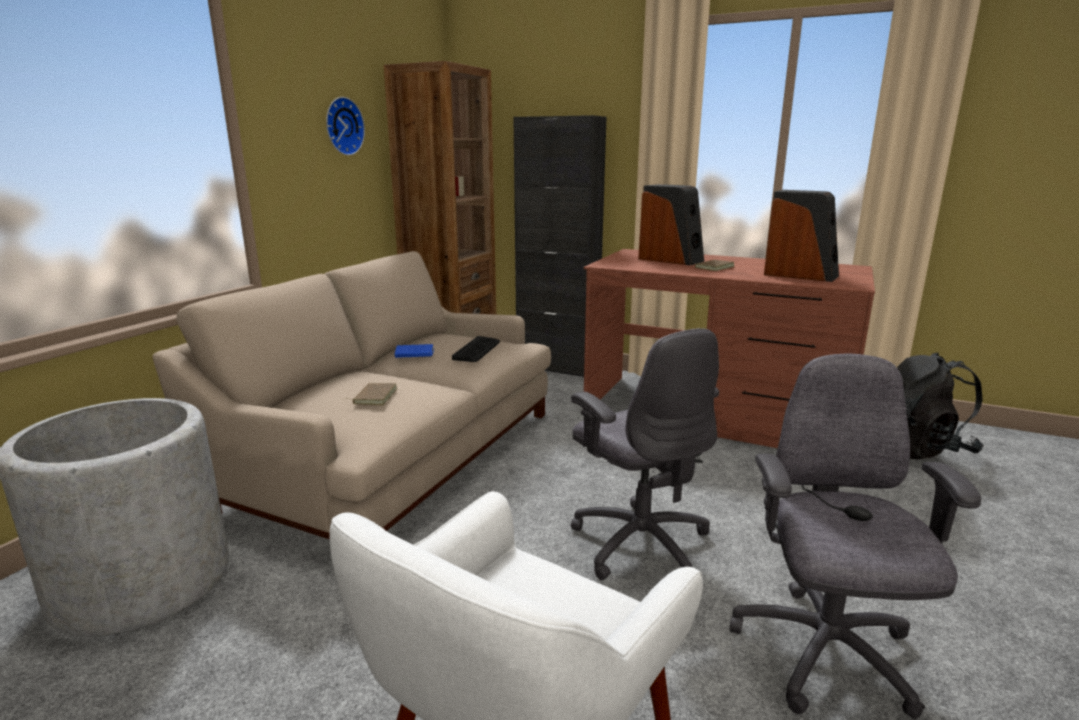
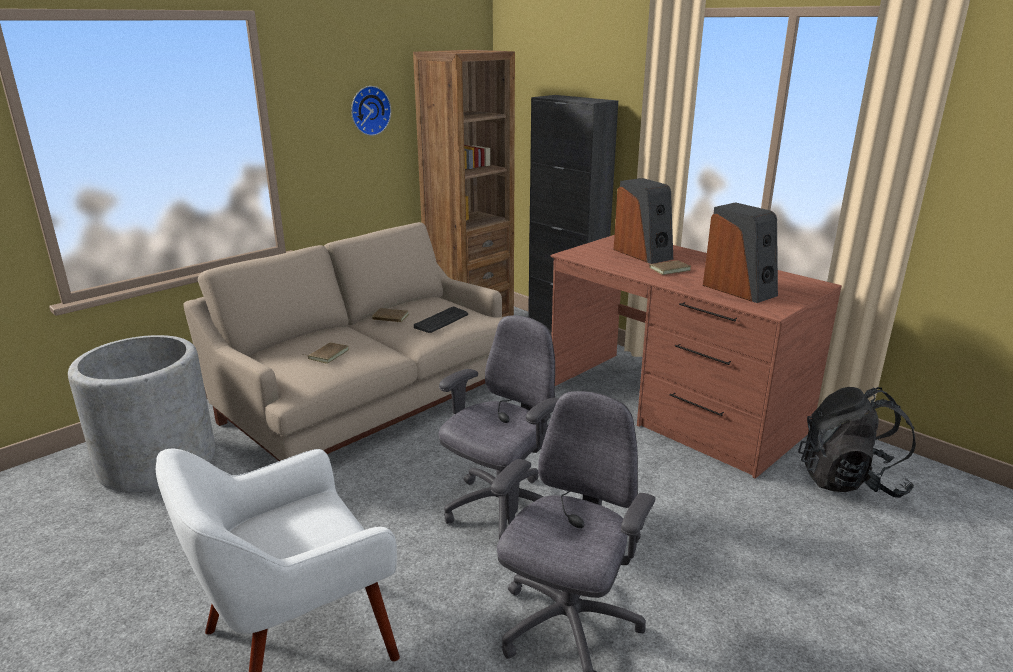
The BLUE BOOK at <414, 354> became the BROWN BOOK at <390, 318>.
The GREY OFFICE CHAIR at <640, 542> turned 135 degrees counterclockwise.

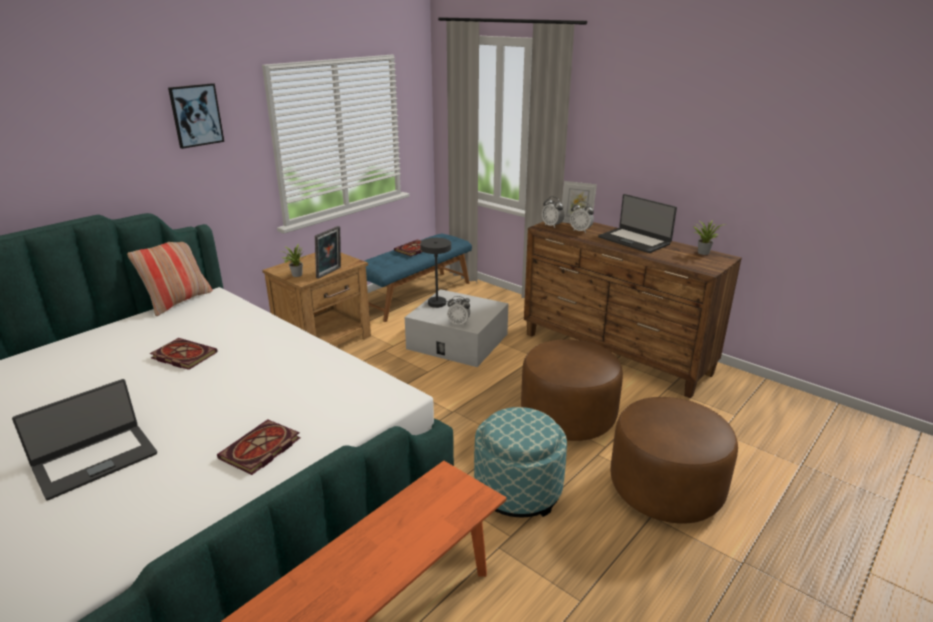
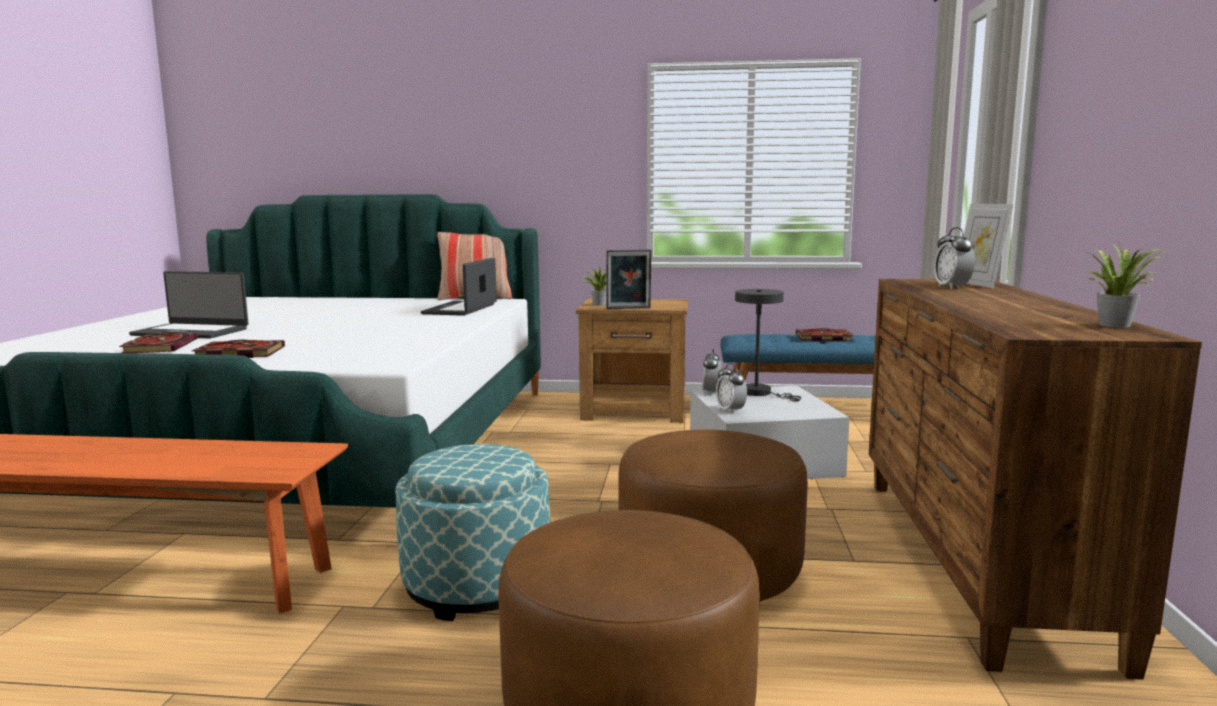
The BOOK moved from <182, 356> to <159, 346>.
The LAPTOP moved from <634, 240> to <461, 309>.
The ALARM CLOCK moved from <552, 226> to <711, 392>.
The PICTURE at <196, 115> disappeared.

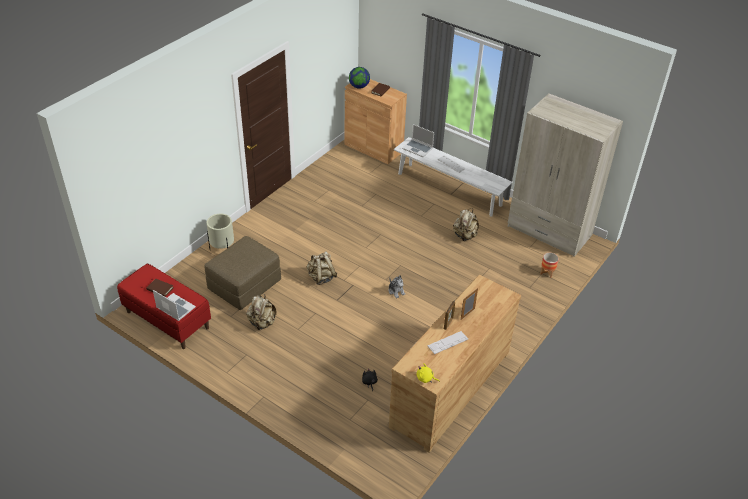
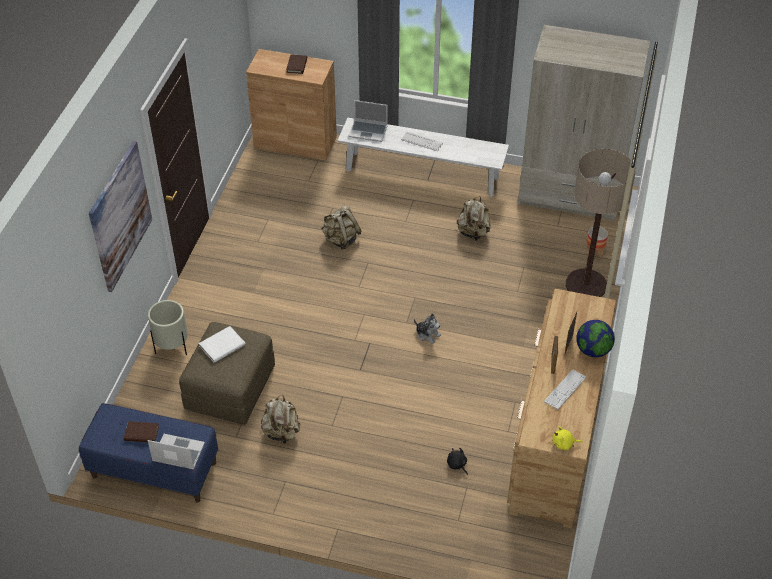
The RED BENCH at <167, 320> became the BLUE BENCH at <154, 470>.
The PICTURE at <120, 216> appeared.
The WHITE BOOK at <221, 345> appeared.
The BEIGE BACKPACK moved from <321, 277> to <341, 240>.
The FLOOR LAMP at <585, 285> appeared.
The GLOBE moved from <359, 86> to <593, 350>.

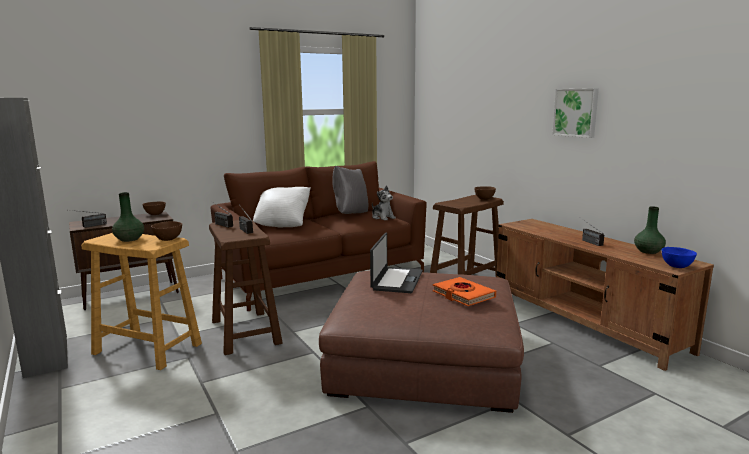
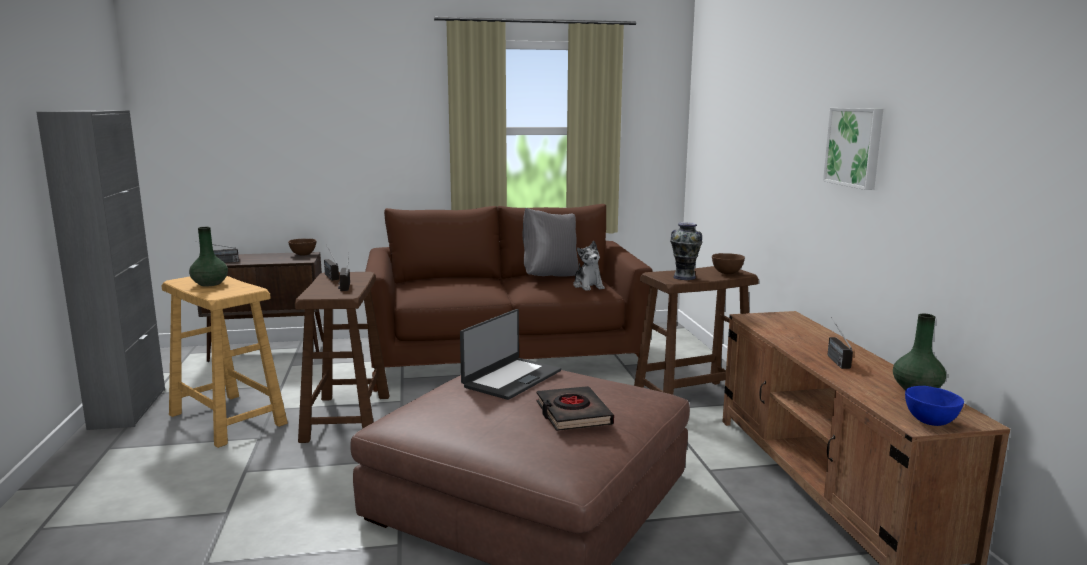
The ORANGE BOOK at <463, 295> became the BLACK BOOK at <573, 414>.
The VASE at <684, 277> appeared.
The BROWN BOWL at <168, 239> disappeared.
The WHITE PILLOW at <283, 224> disappeared.

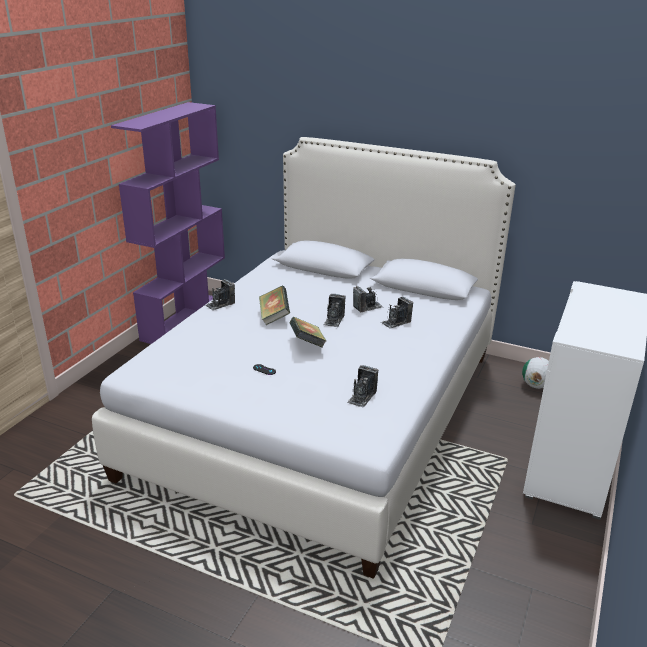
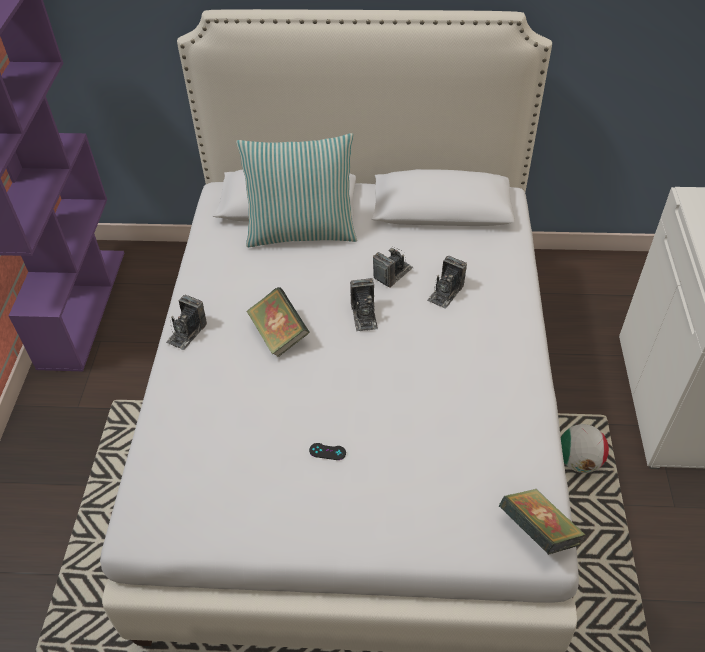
The PILLOW at <301, 231> appeared.
The BOOK moved from <307, 344> to <538, 531>.
The FOOTBALL moved from <536, 386> to <578, 461>.
The PHOTO CAMERA at <362, 397> disappeared.

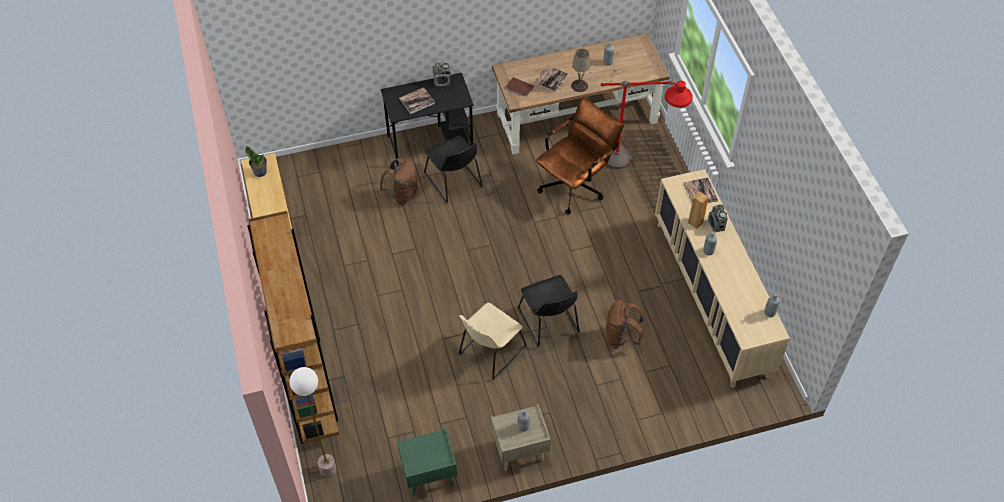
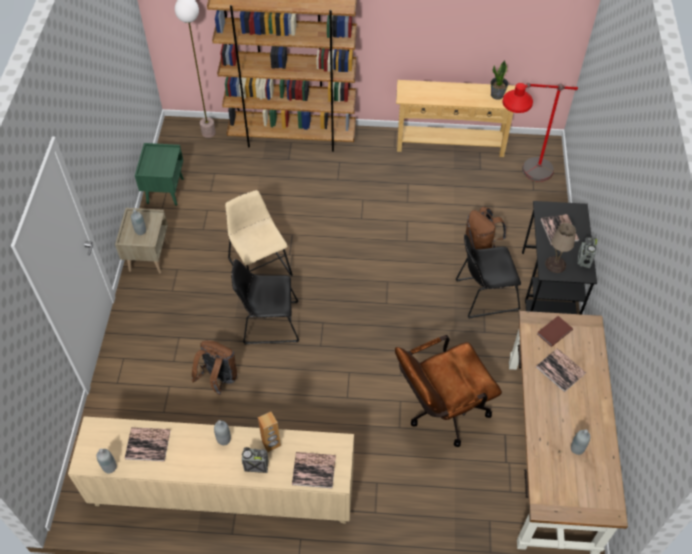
The BOOK at <148, 444> appeared.
The BROWN OFFICE CHAIR at <576, 185> turned 90 degrees clockwise.
The RED FLOOR LAMP moved from <635, 166> to <521, 180>.
The BEIGE TABLE LAMP moved from <580, 85> to <555, 265>.

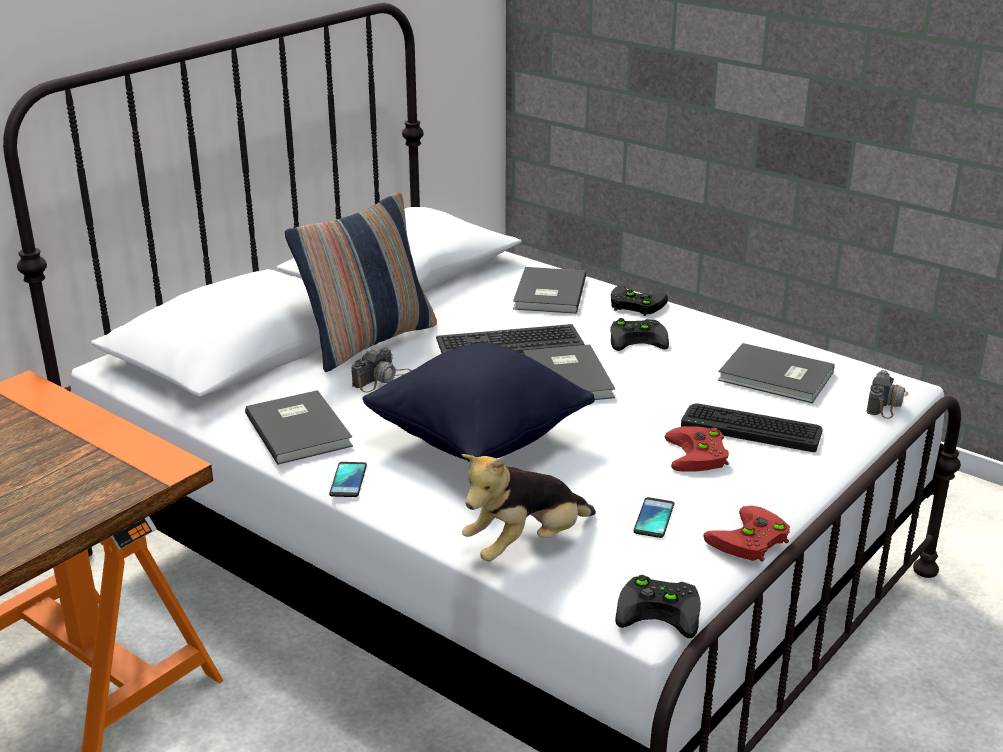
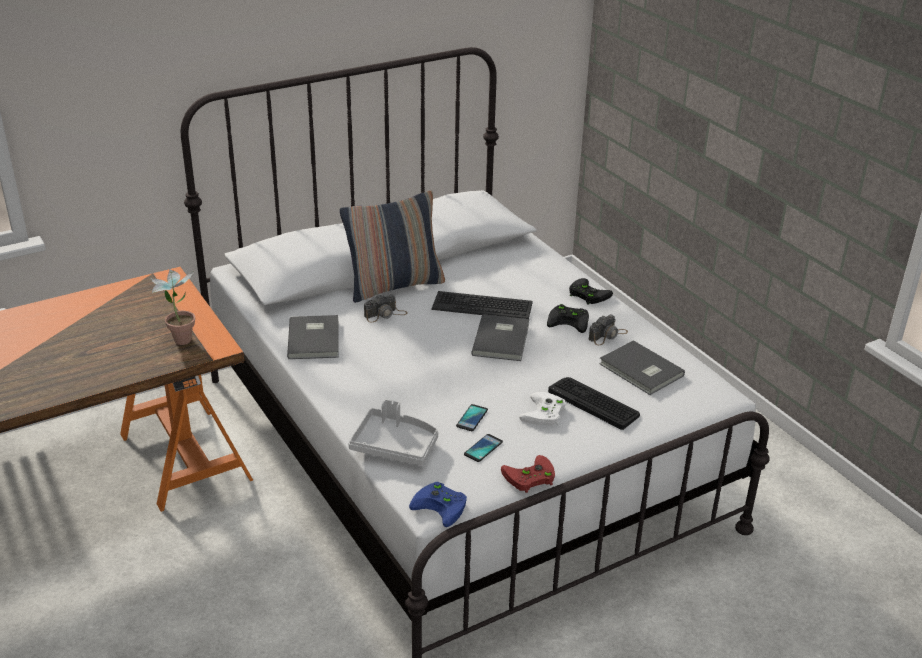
The POTTED PLANT at <180, 337> appeared.
The PLUSH TOY at <526, 545> was replaced by the GREY TRAY at <395, 445>.
The BLACK GAME CONTROLLER at <662, 610> became the BLUE GAME CONTROLLER at <442, 506>.
The PHONE moved from <348, 480> to <472, 418>.
The RED GAME CONTROLLER at <699, 455> became the WHITE GAME CONTROLLER at <544, 414>.
The PHOTO CAMERA moved from <887, 402> to <607, 335>.
The BLACK PILLOW at <479, 440> disappeared.
The GREY BOOK at <547, 294> disappeared.

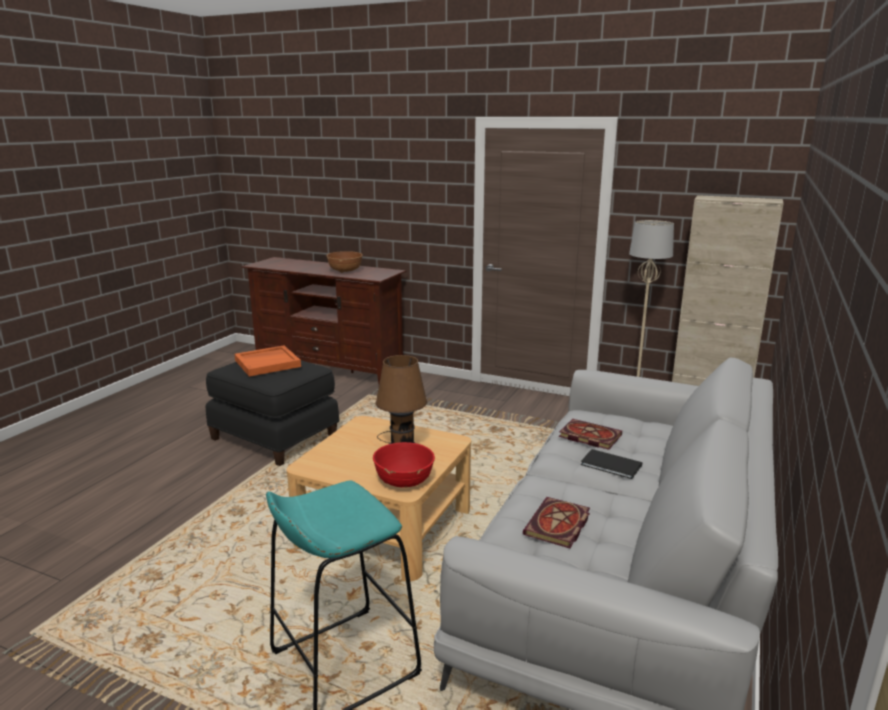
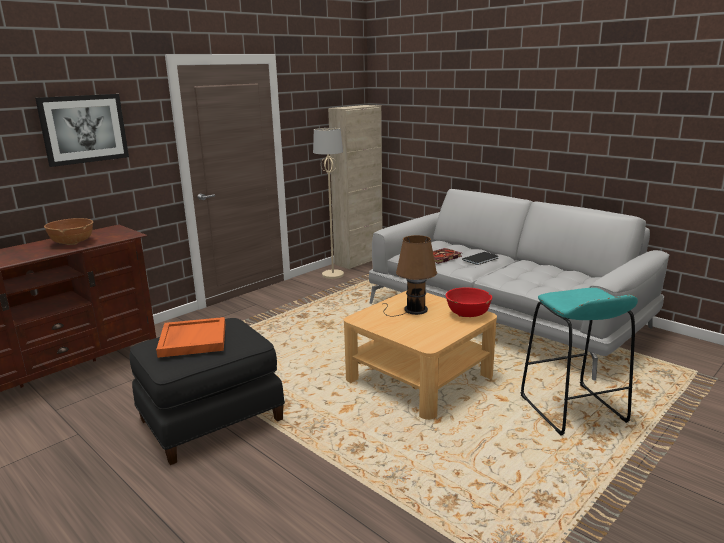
The PICTURE at <84, 129> appeared.
The BOOK at <558, 526> disappeared.

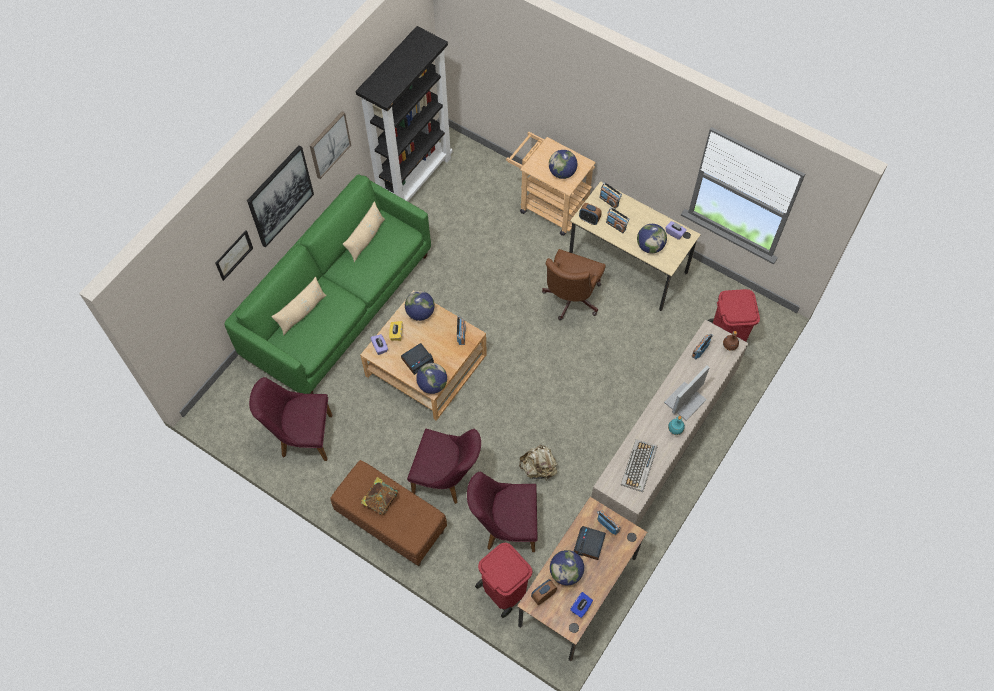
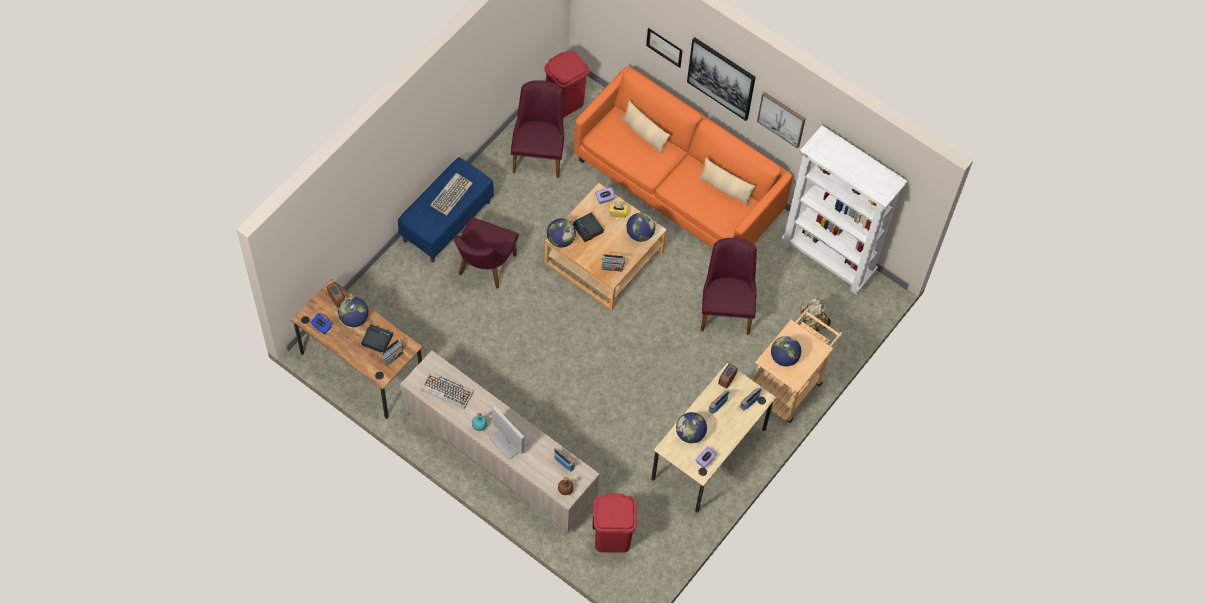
The BROWN BENCH at <390, 522> became the BLUE BENCH at <447, 221>.
The BOOK at <381, 500> was replaced by the KEYBOARD at <451, 194>.
The RED TRASH CAN moved from <503, 590> to <565, 102>.
The GREEN SOFA at <339, 304> became the ORANGE SOFA at <678, 186>.
The PURPLE CHAIR moved from <504, 526> to <726, 308>.
The BLACK BOOKCASE at <415, 179> became the WHITE BOOKCASE at <828, 259>.
The BEIGE BACKPACK moved from <538, 469> to <811, 323>.
The BROWN OFFICE CHAIR at <570, 300> disappeared.

